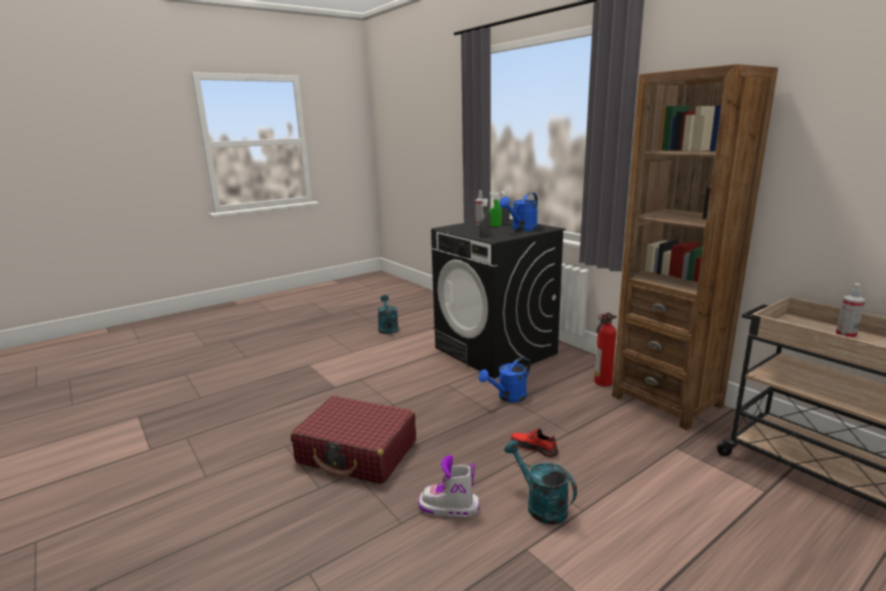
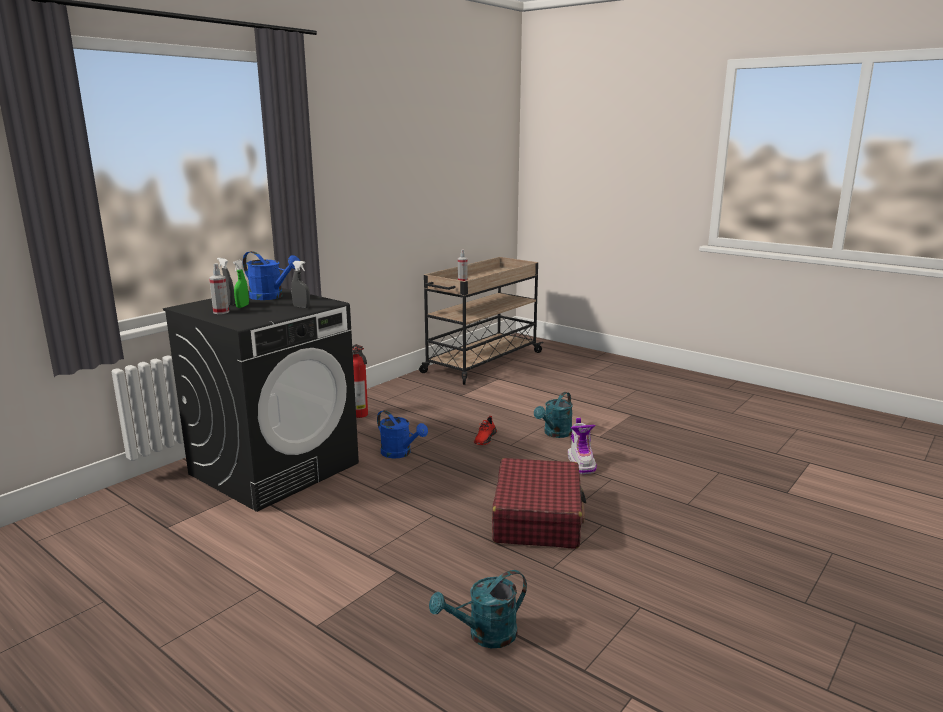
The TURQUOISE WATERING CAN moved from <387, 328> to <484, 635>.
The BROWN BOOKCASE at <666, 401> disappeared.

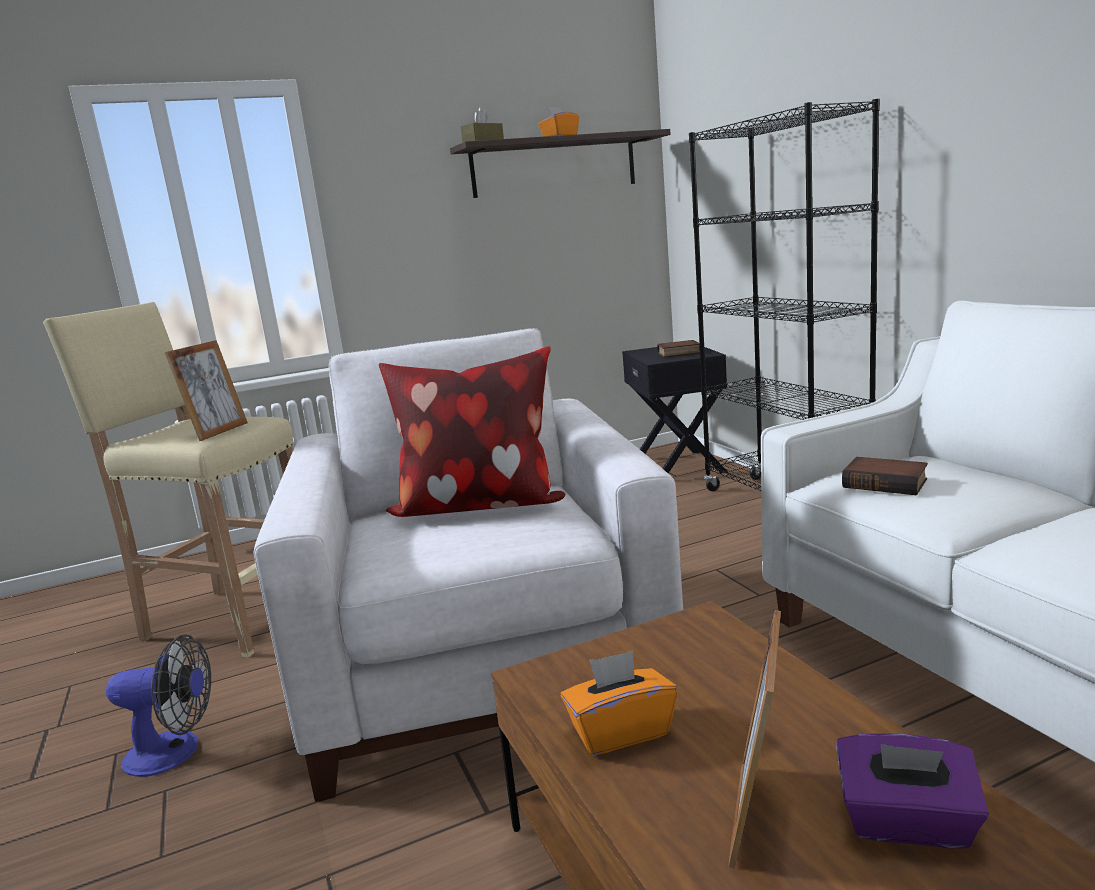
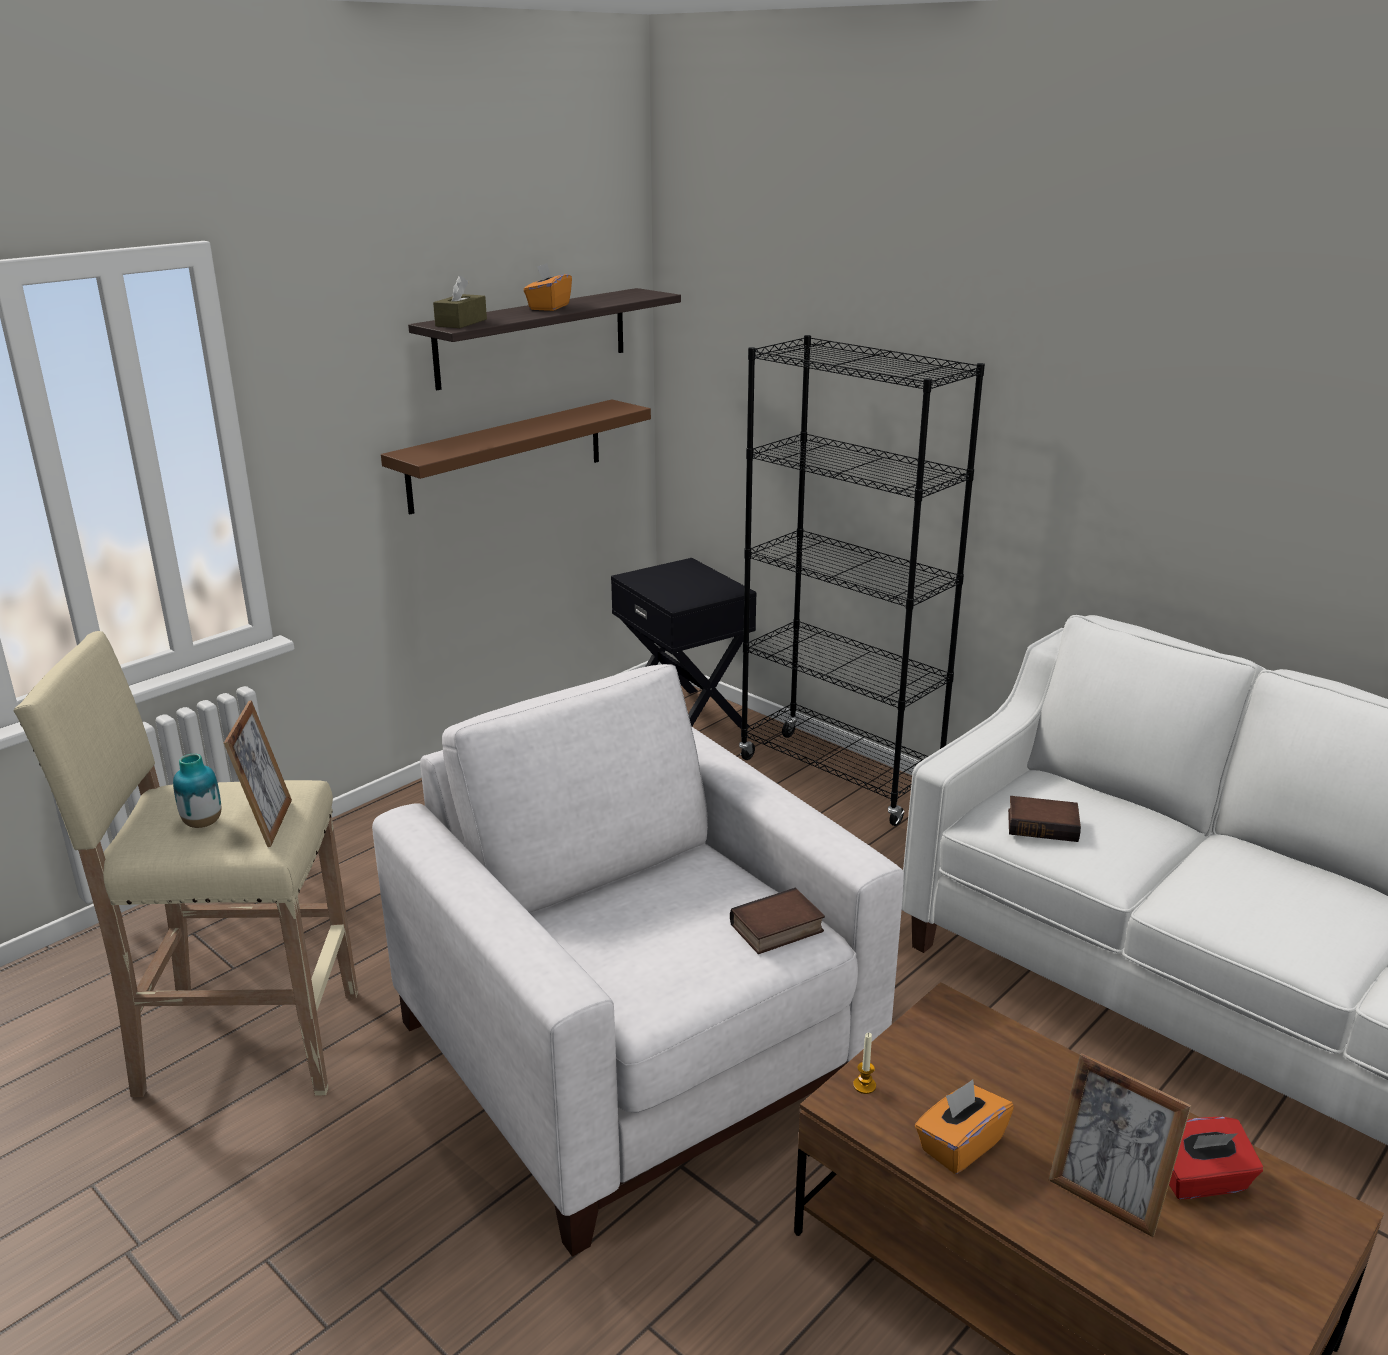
The VASE at <203, 823> appeared.
The BROWN SHELF at <507, 455> appeared.
The BOOK moved from <678, 353> to <777, 929>.
The CANDLE at <864, 1085> appeared.
The PICTURE FRAME at <758, 816> turned 45 degrees counterclockwise.
The PURPLE TISSUE BOX at <907, 824> became the RED TISSUE BOX at <1200, 1180>.
The FAN at <174, 752> disappeared.
The PILLOW at <478, 507> disappeared.

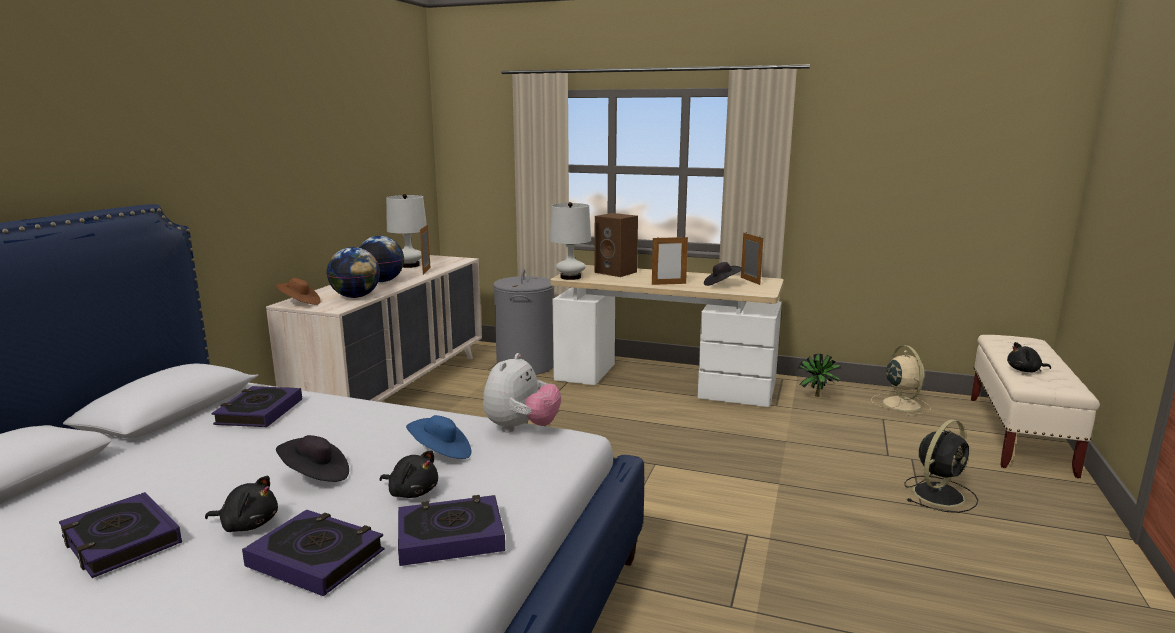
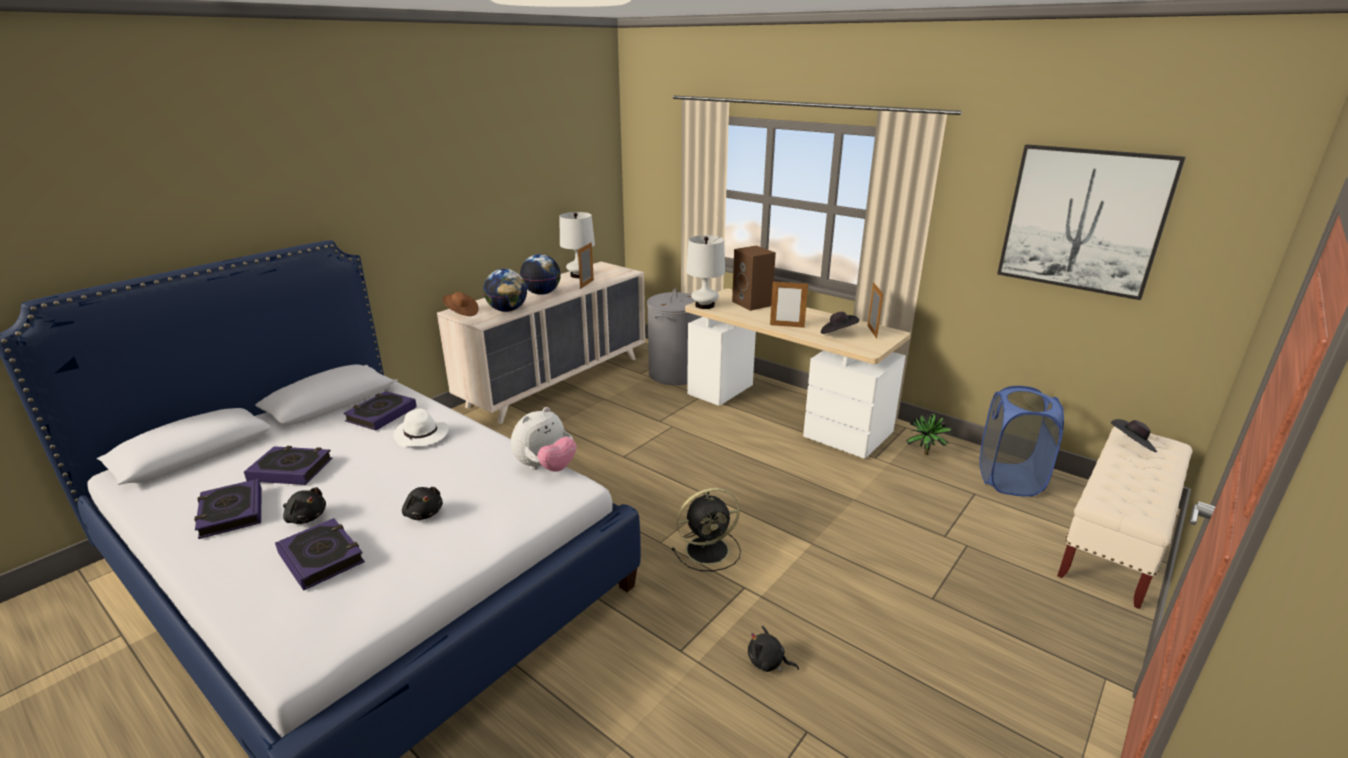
The BOOK moved from <450, 536> to <291, 470>.
The WHITE HAT at <422, 436> appeared.
The BLACK FAN moved from <939, 494> to <709, 550>.
The BLACK PLUSH TOY moved from <1025, 371> to <768, 662>.
The BEIGE FAN at <900, 404> was replaced by the BLUE LAUNDRY BASKET at <1009, 479>.
The PICTURE at <1083, 220> appeared.
The BLACK HAT moved from <316, 476> to <1131, 445>.
The BLUE HAT at <441, 453> disappeared.

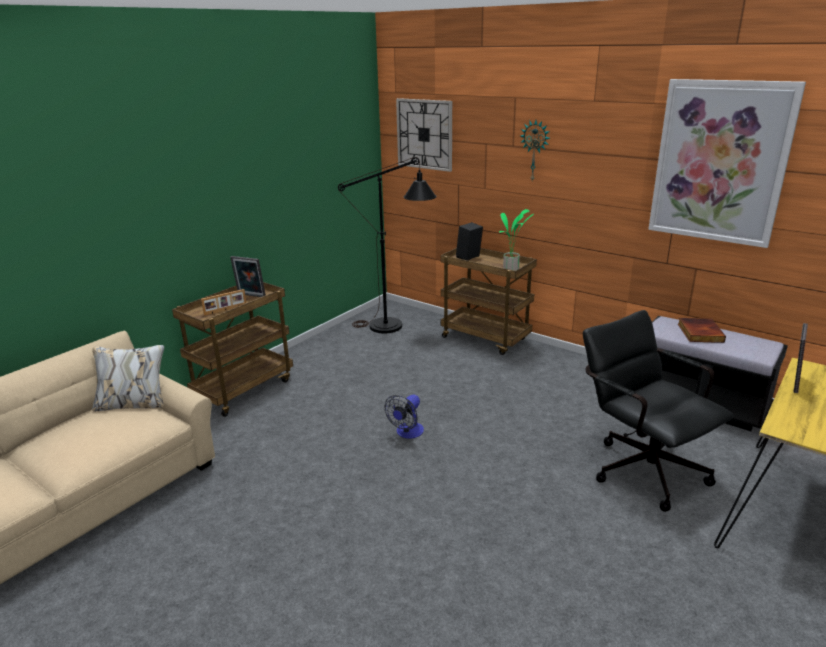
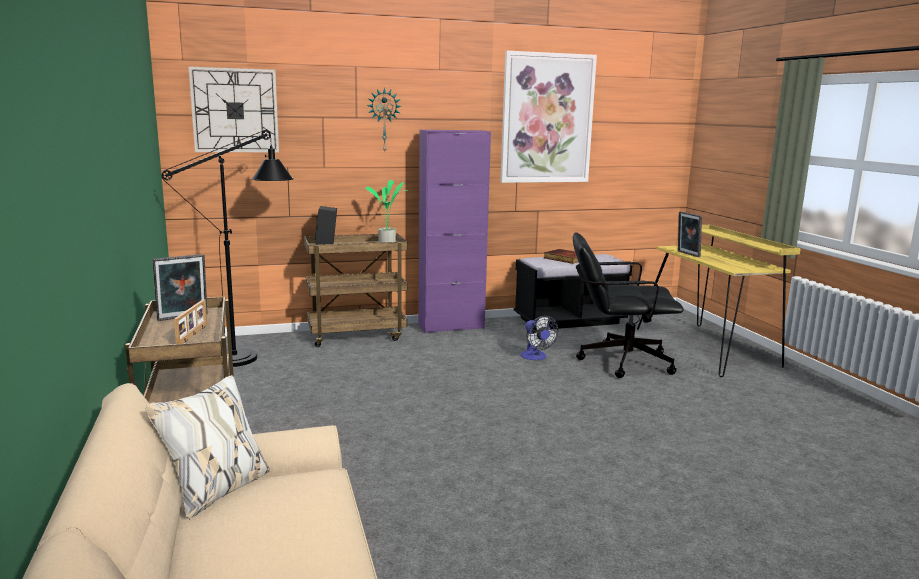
The PURPLE CABINET at <451, 327> appeared.
The FAN moved from <407, 433> to <536, 357>.

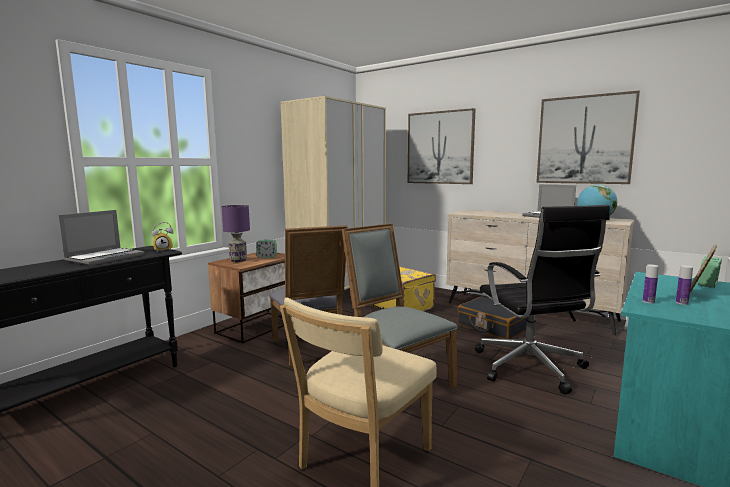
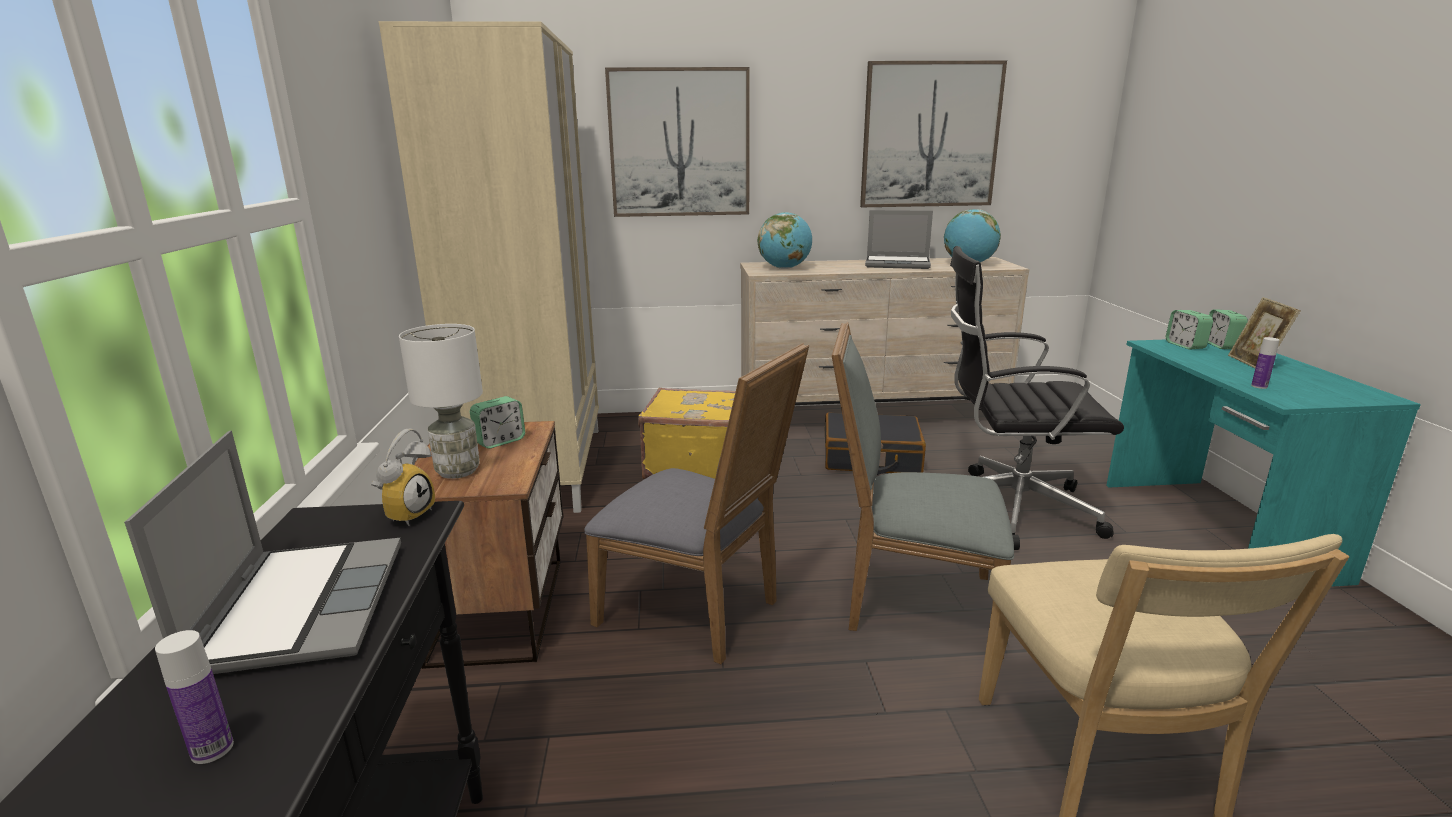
The BOTTLE moved from <681, 303> to <212, 749>.
The PURPLE TABLE LAMP at <238, 260> became the WHITE TABLE LAMP at <457, 471>.
The GLOBE at <784, 268> appeared.
The BLACK OFFICE CHAIR at <530, 368> turned 150 degrees clockwise.
The ALARM CLOCK at <1185, 345> appeared.

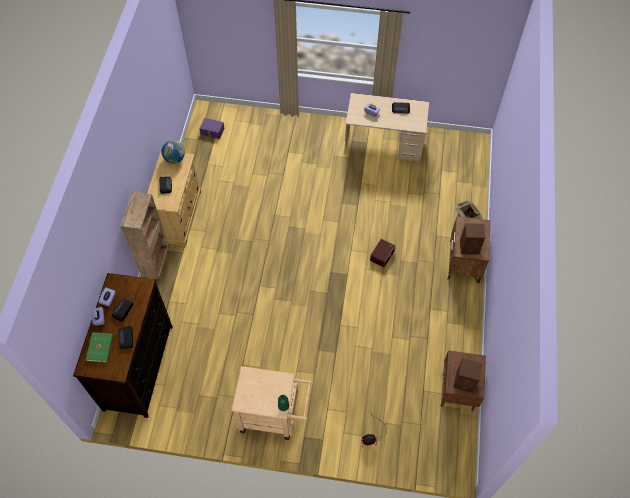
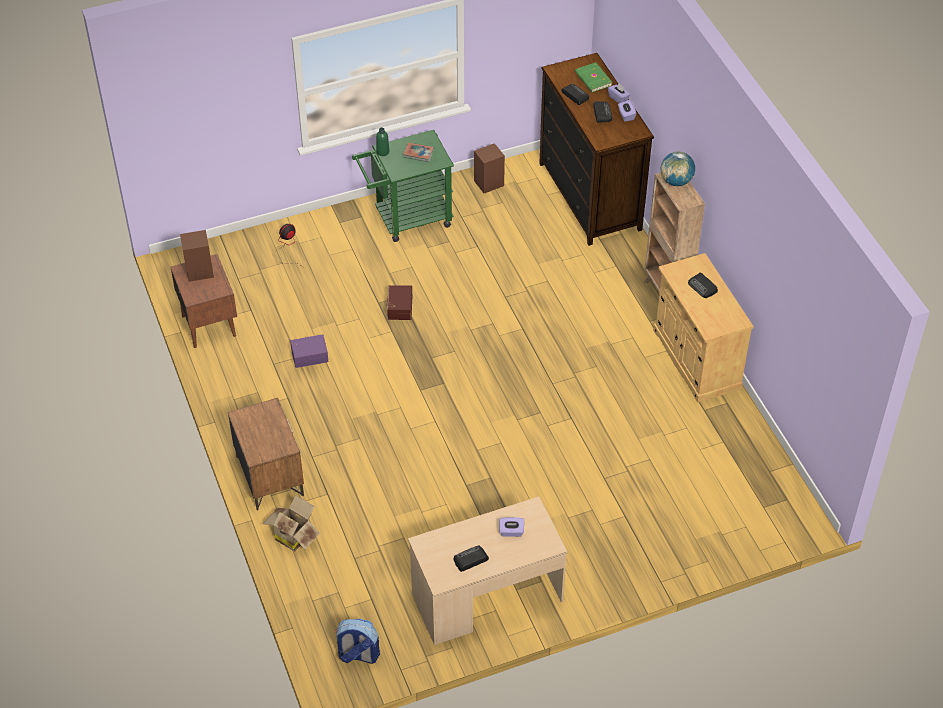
The PURPLE STORAGE BOX moved from <212, 131> to <309, 355>.
The BACKPACK at <358, 655> appeared.
The BEIGE CART at <274, 416> became the GREEN CART at <406, 219>.
The BROWN STORAGE BOX moved from <382, 255> to <399, 307>.
The BOOK at <418, 153> appeared.
The BROWN SPEAKER moved from <469, 247> to <488, 183>.
The GLOBE moved from <175, 159> to <676, 181>.

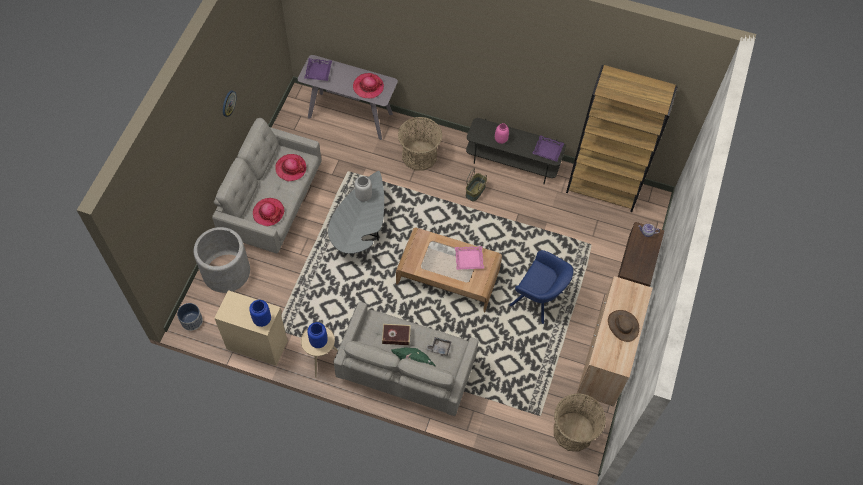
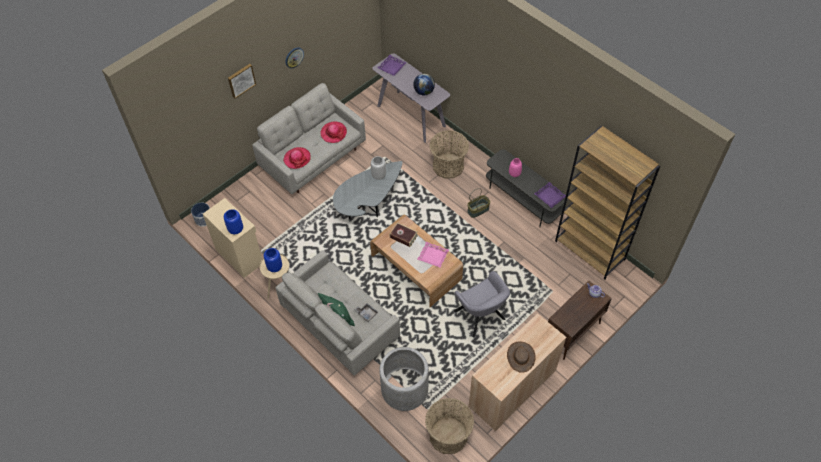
The PICTURE at <241, 80> appeared.
The GREY PLANTER moved from <226, 272> to <404, 389>.
The BOOK moved from <396, 336> to <403, 236>.
The HAT at <368, 87> was replaced by the GLOBE at <423, 92>.
The BLUE ARMCHAIR at <539, 300> became the GREY ARMCHAIR at <481, 317>.

